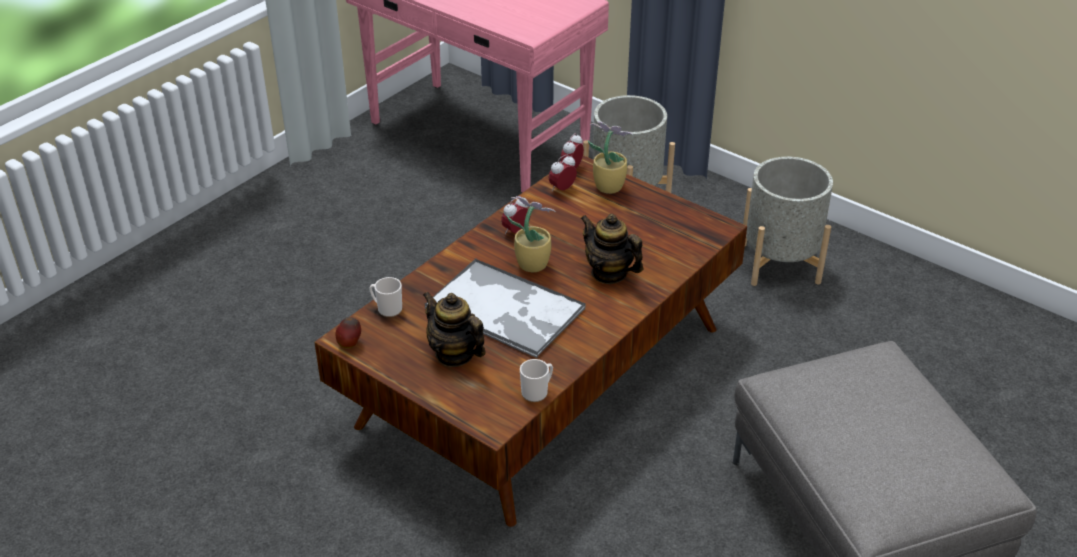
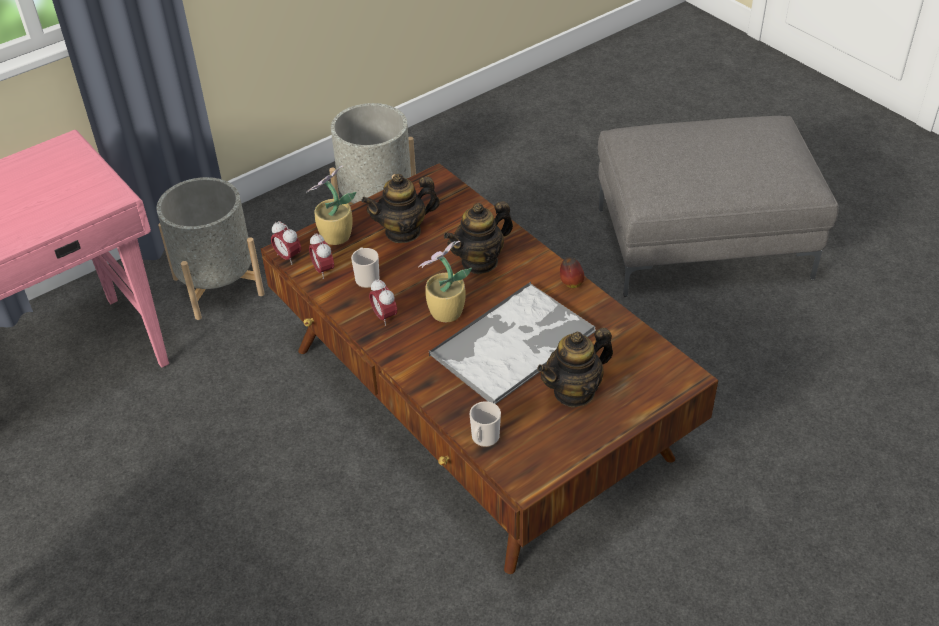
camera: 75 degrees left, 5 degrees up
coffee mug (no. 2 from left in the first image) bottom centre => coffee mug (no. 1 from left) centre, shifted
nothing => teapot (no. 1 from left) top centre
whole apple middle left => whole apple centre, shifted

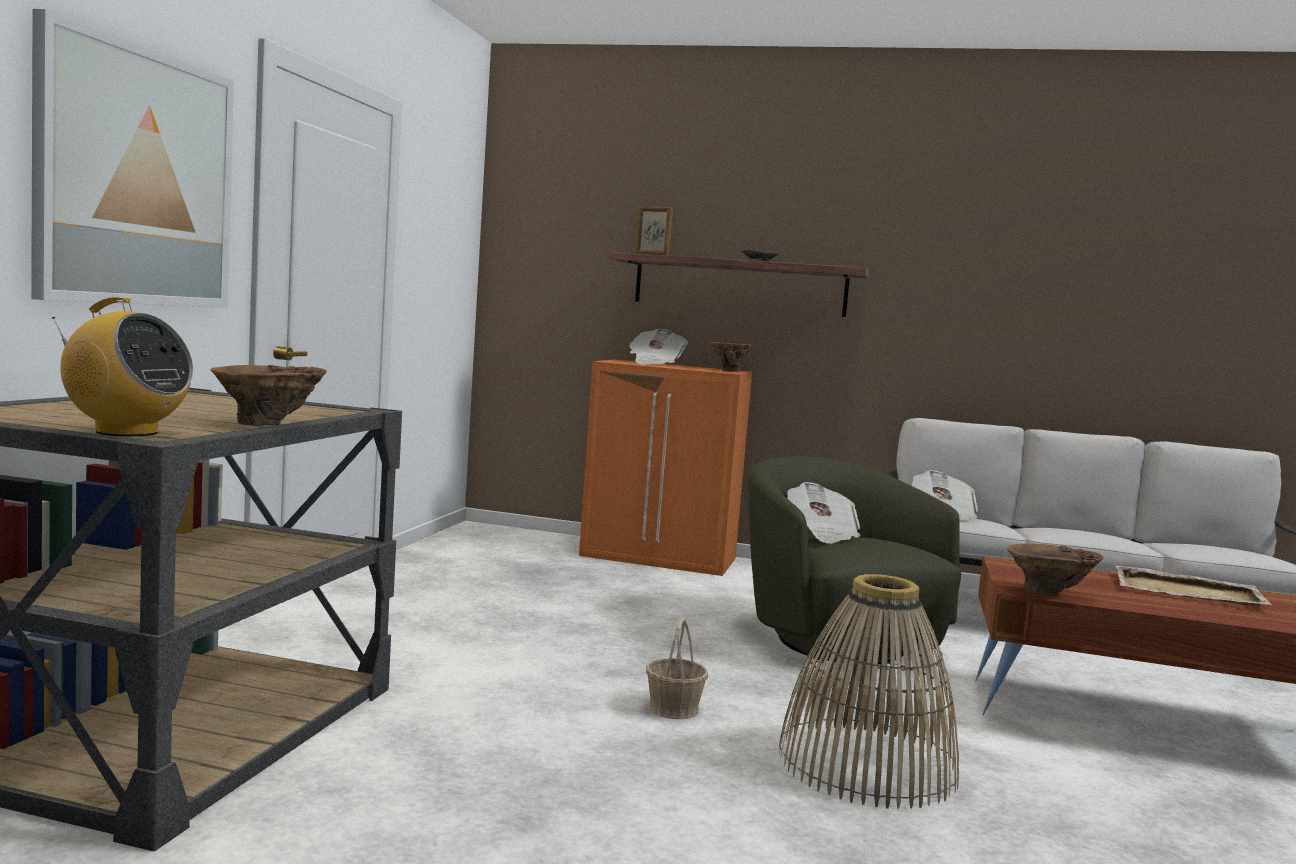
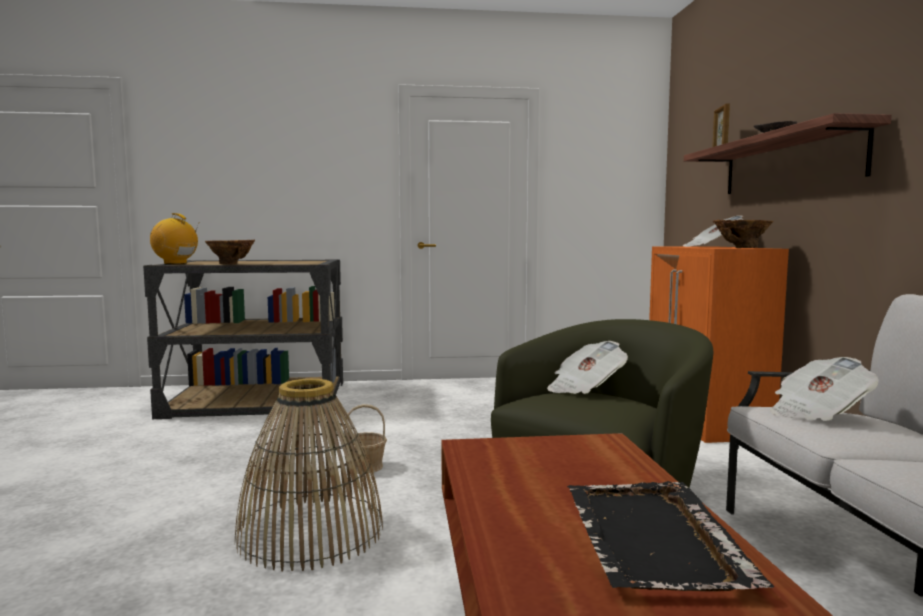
camera: 70 degrees right, 0 degrees up
radio middle left, 120 degrees clockwise
sand-coloured tray bottom right => black tray bottom right
picture top left => nothing
brown flower vase (no. 3 from left) middle right => nothing

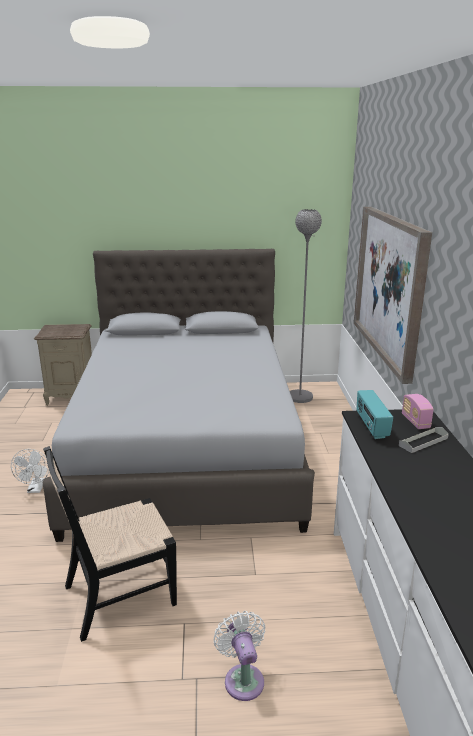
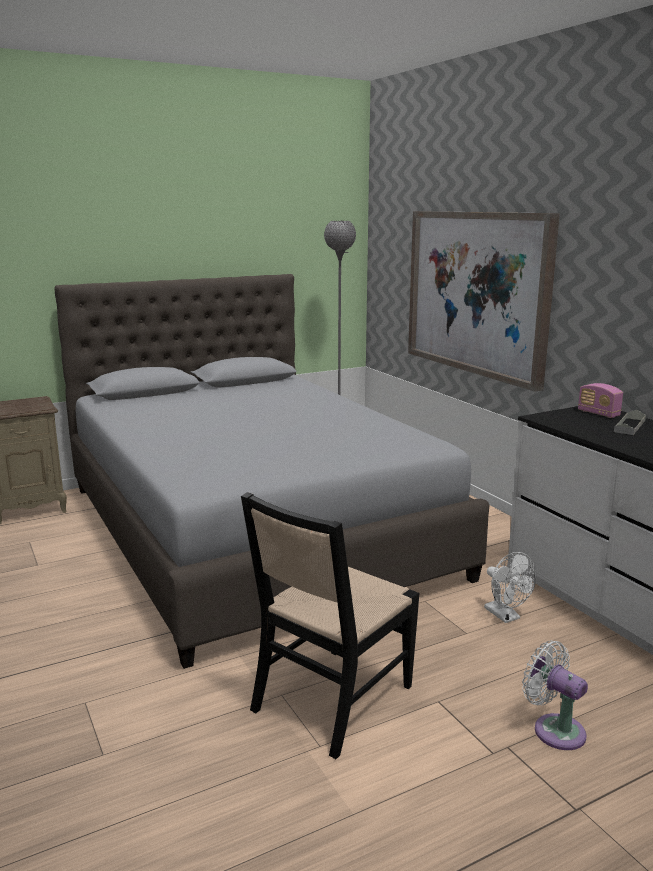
camera: 25 degrees left, 5 degrees down
white electric fan (no. 1 from left) middle left => white electric fan (no. 1 from left) bottom right, shifted
radio (no. 1 from left) middle right => nothing

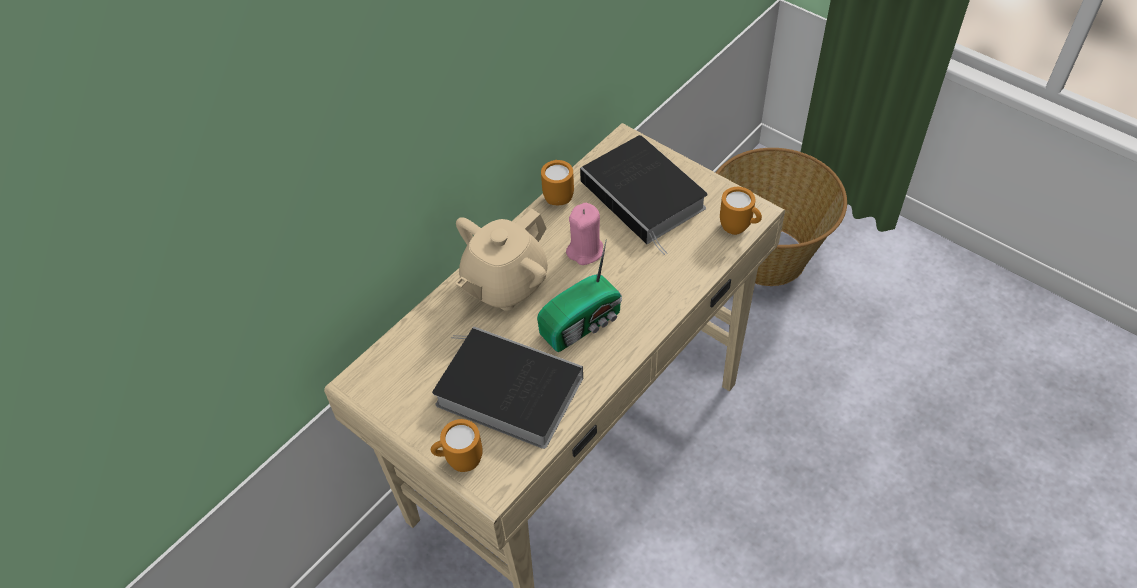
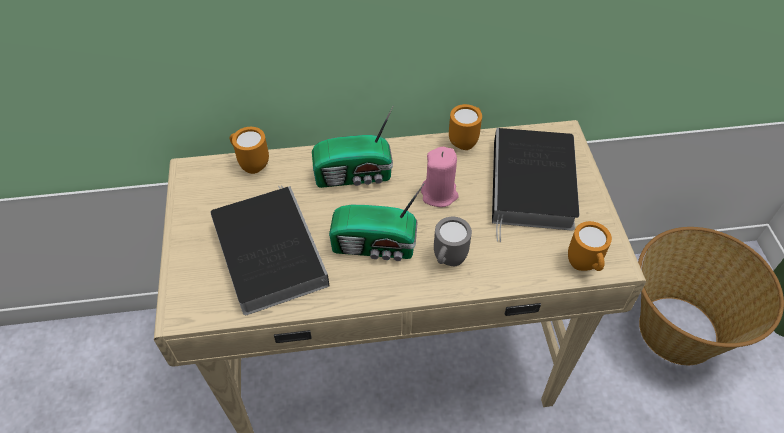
camera: 40 degrees right, 0 degrees up
orangey coffee mug (no. 1 from left) bottom centre => orangey coffee mug (no. 1 from left) middle left, shifted
sand-coloured teapot centre => radio (no. 1 from left) centre
nothing => greyish coffee mug centre

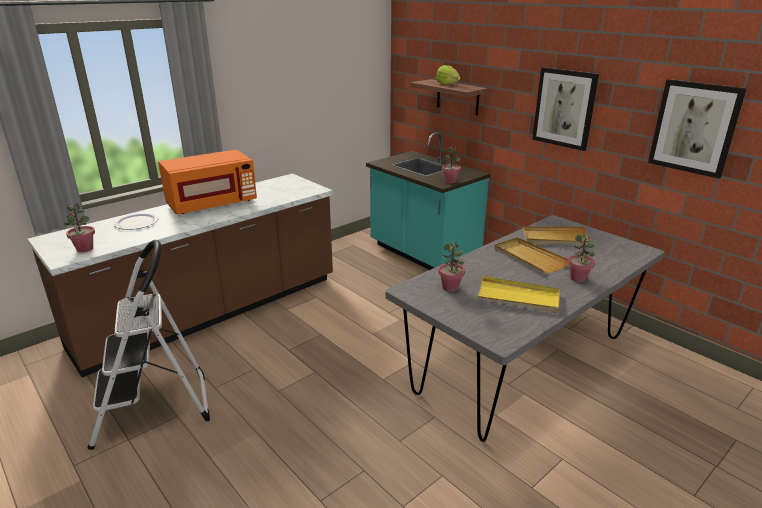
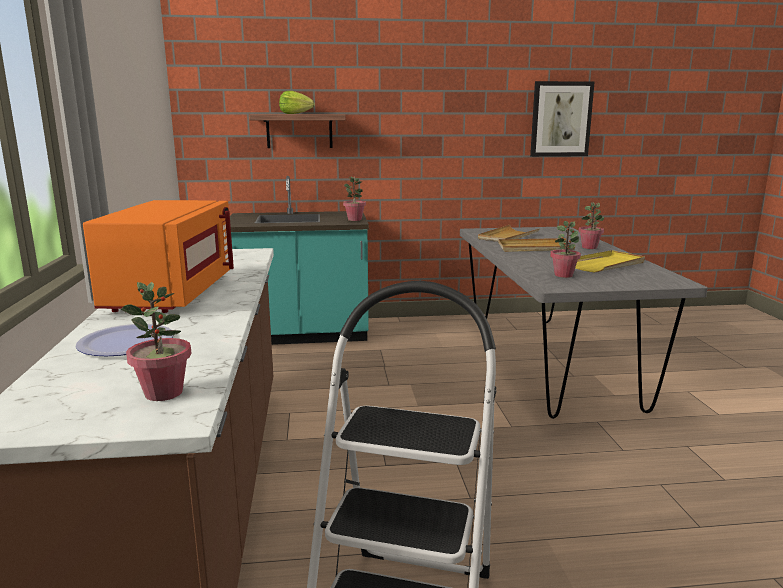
camera: 55 degrees left, 10 degrees down
picture (no. 1 from left) top right => nothing

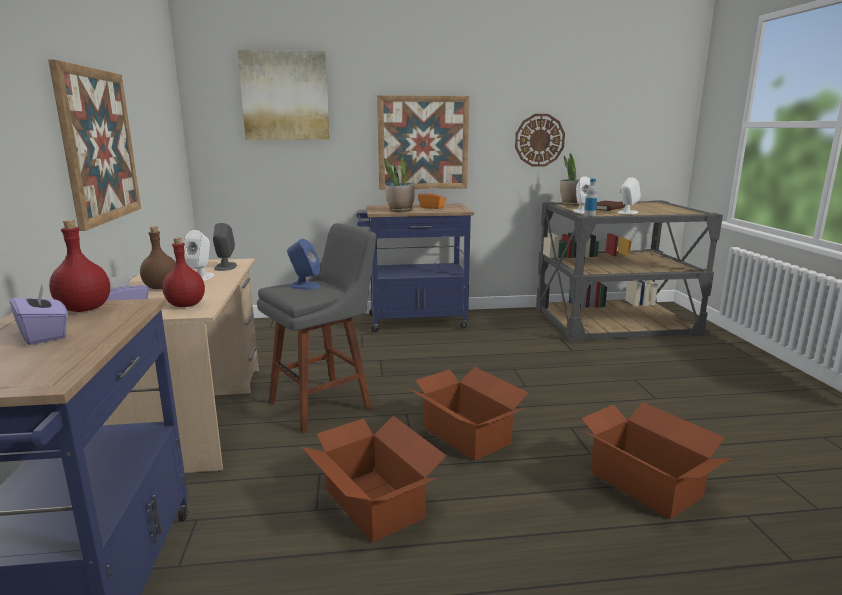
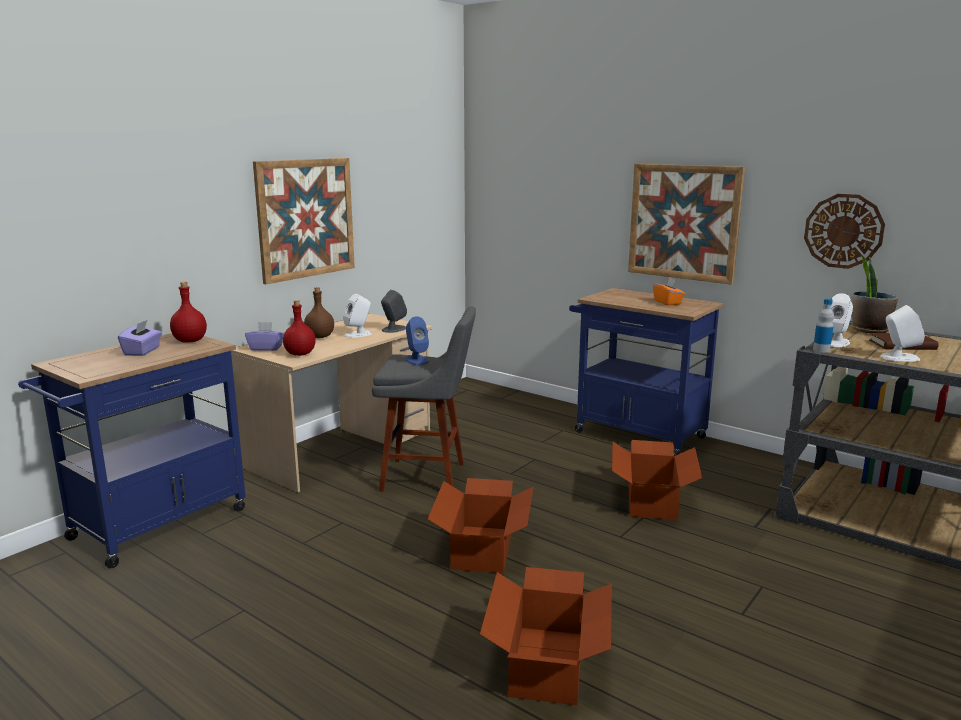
camera: 45 degrees right, 0 degrees up
packing box (no. 1 from left in the first image) bottom centre => packing box (no. 3 from left) bottom right, shifted
picture (no. 2 from left) top centre => nothing
houseplant (no. 1 from left) top centre => nothing

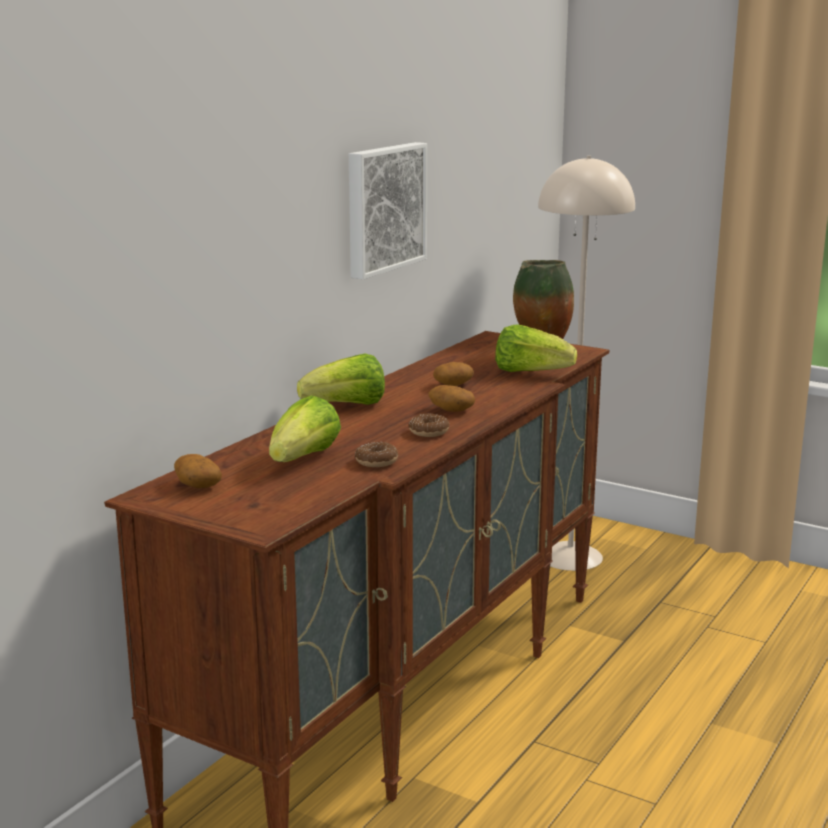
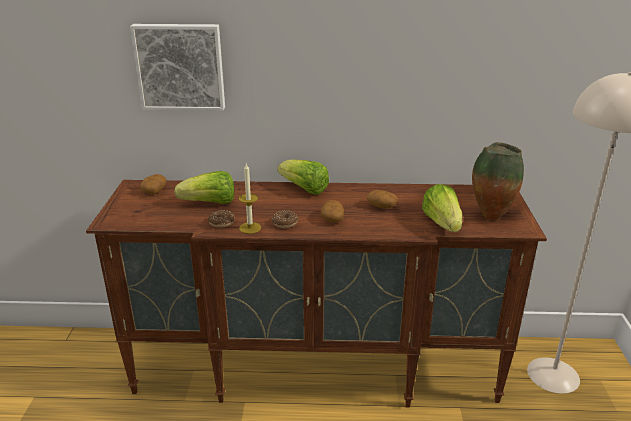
camera: 60 degrees right, 10 degrees up
picture top centre => picture top left, shifted
nothing => wax light centre

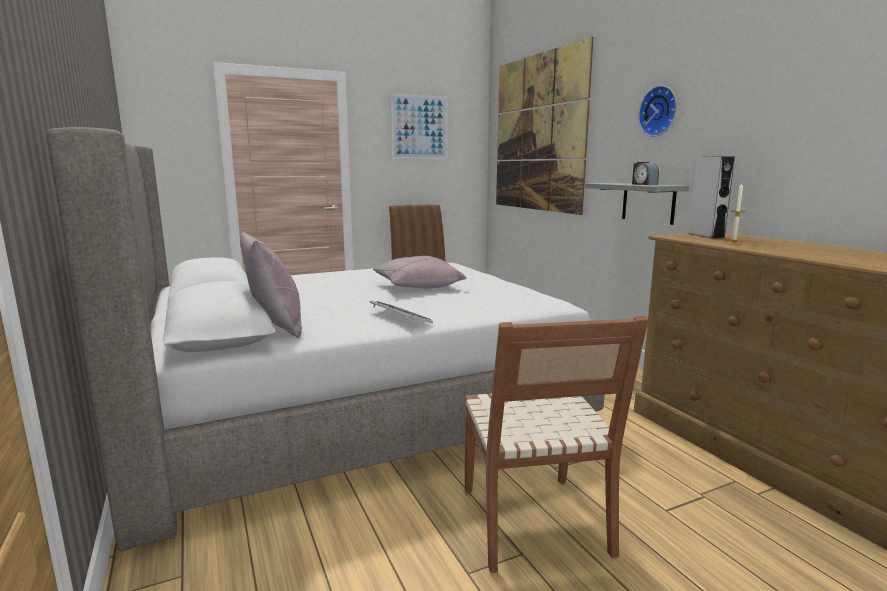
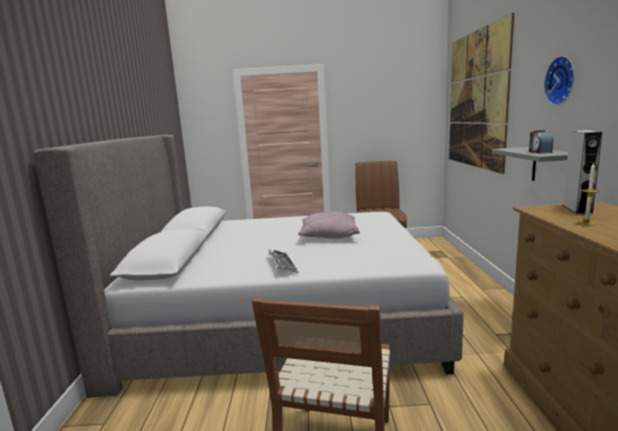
camera: 25 degrees right, 0 degrees up
purple throw pillow (no. 1 from left) middle left => nothing
picture (no. 1 from left) top centre => nothing

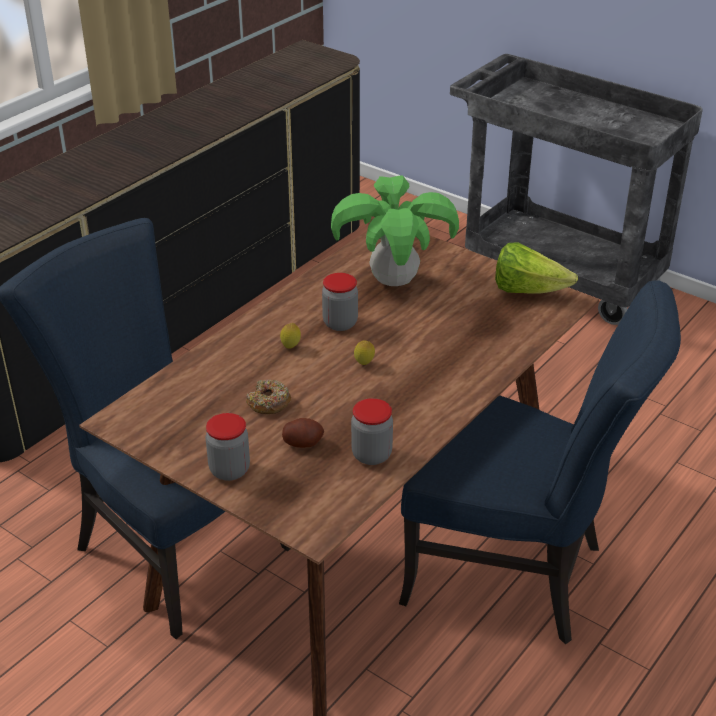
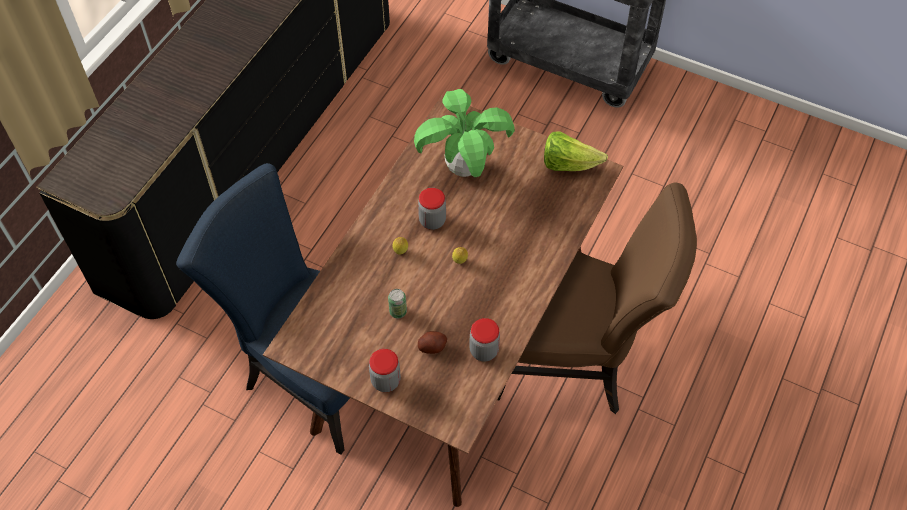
camera: 10 degrees left, 20 degrees up
doughnut centre => metal can centre
bluish upright chair (no. 2 from left) middle right => brown upright chair centre

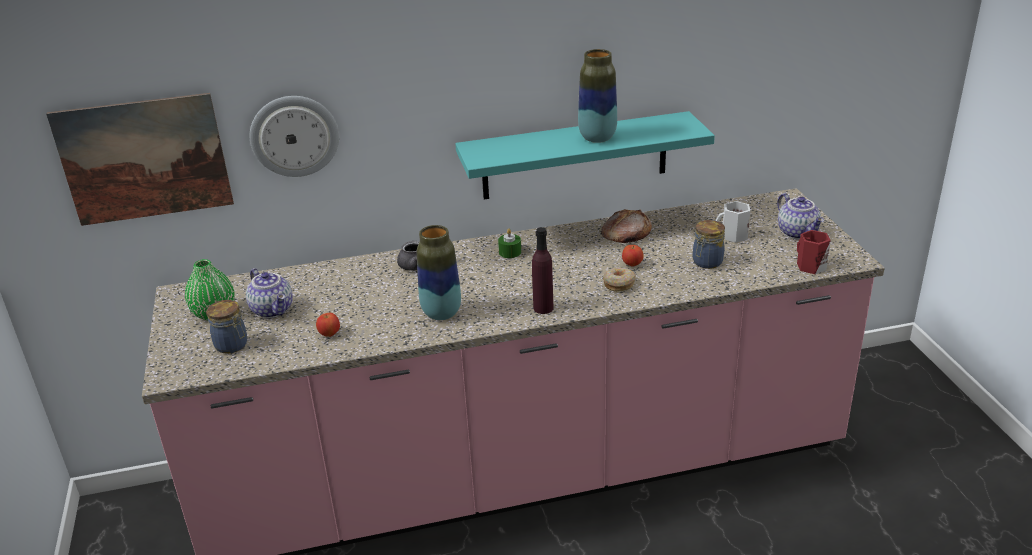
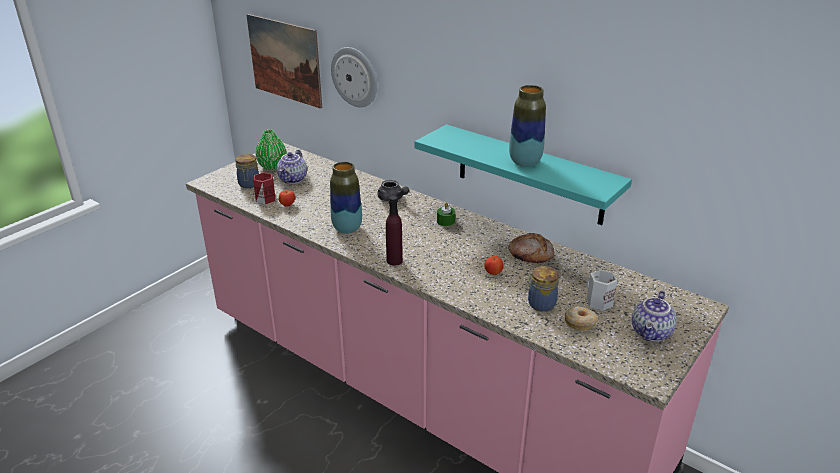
camera: 50 degrees right, 0 degrees up
reddish coffee mug middle right => reddish coffee mug middle left, shifted
doughnut centre => doughnut bottom right, shifted

